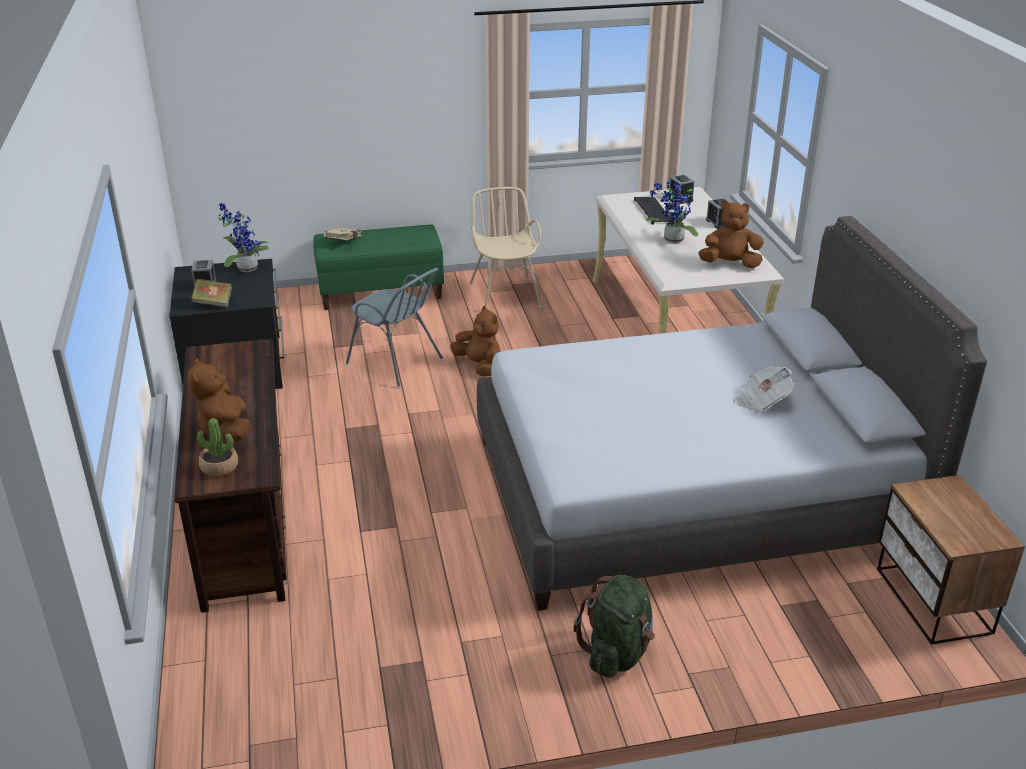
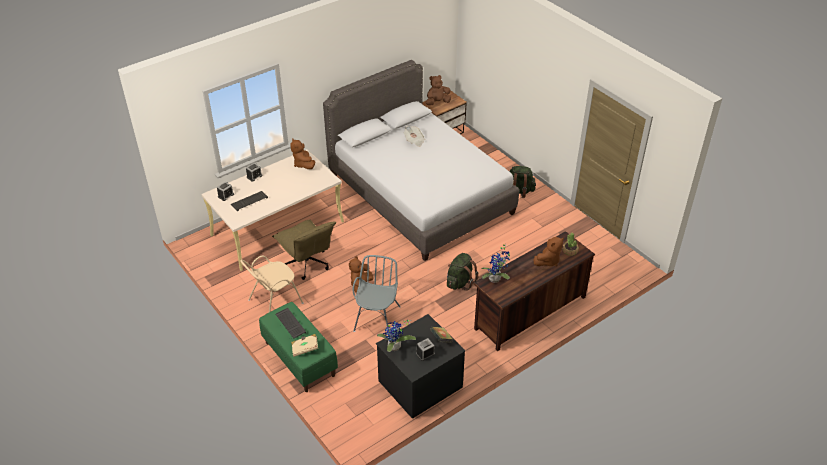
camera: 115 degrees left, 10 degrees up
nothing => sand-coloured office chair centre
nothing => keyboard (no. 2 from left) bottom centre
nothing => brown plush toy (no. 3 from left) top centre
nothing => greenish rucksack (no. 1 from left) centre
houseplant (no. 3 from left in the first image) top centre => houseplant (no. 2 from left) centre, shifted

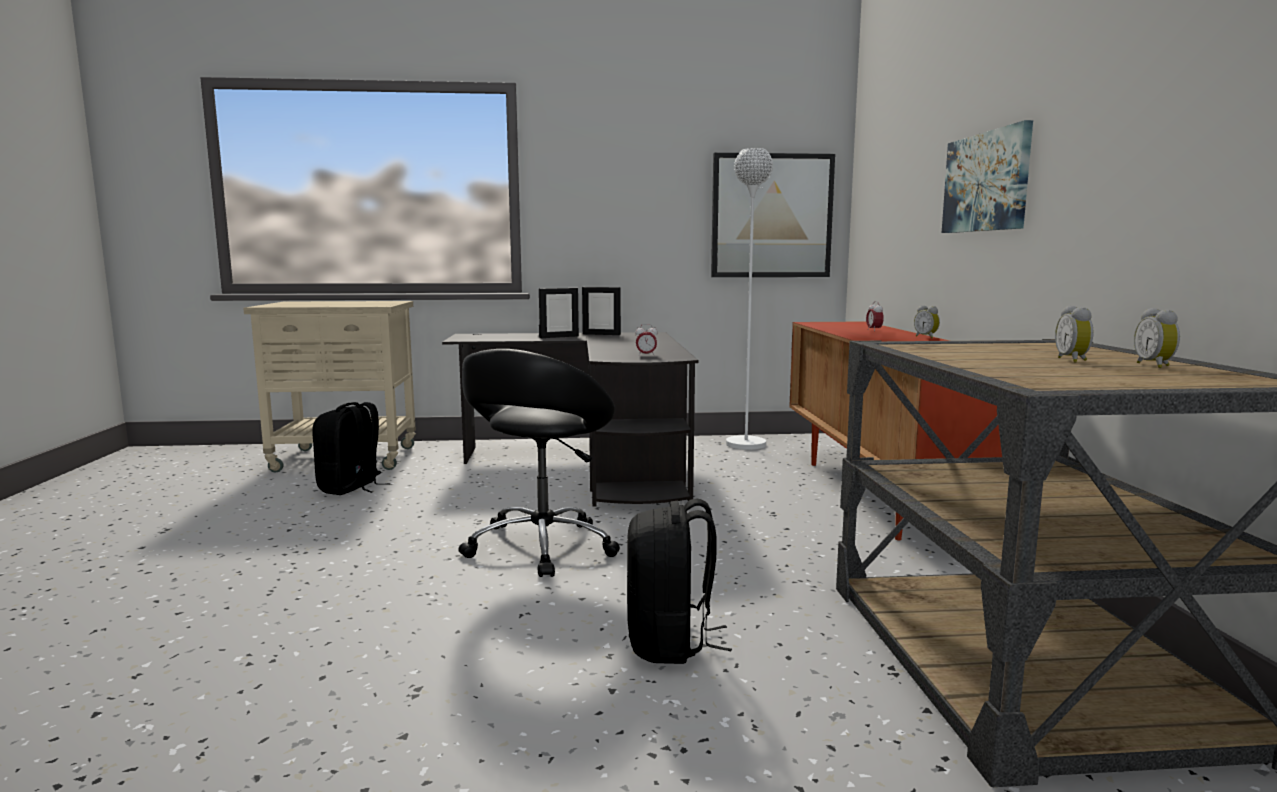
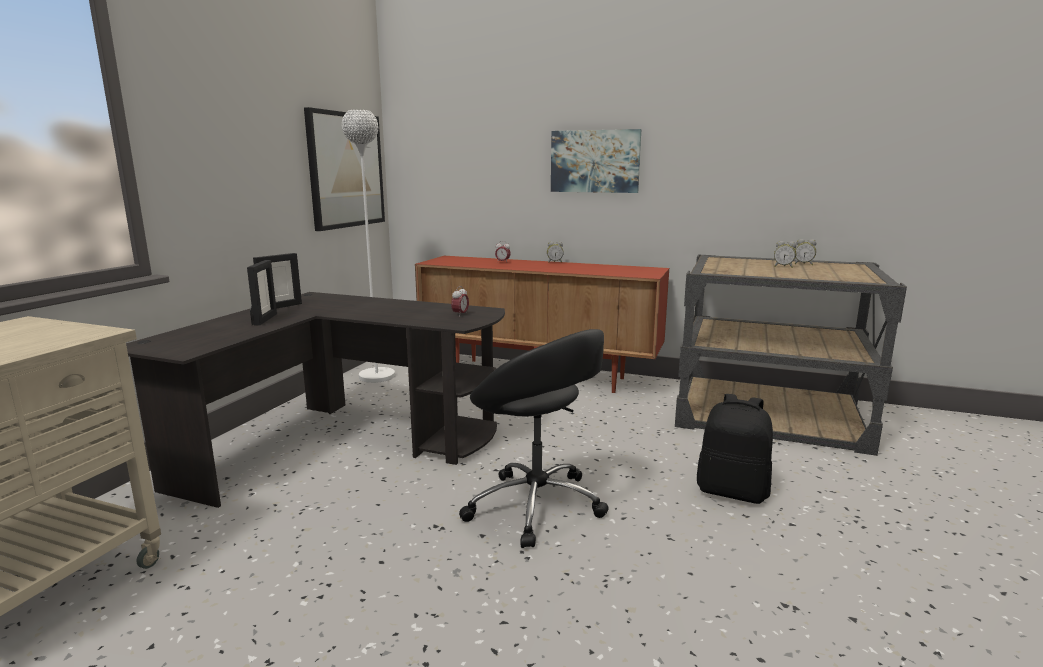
camera: 65 degrees left, 5 degrees up
black rucksack (no. 1 from left) middle left => nothing

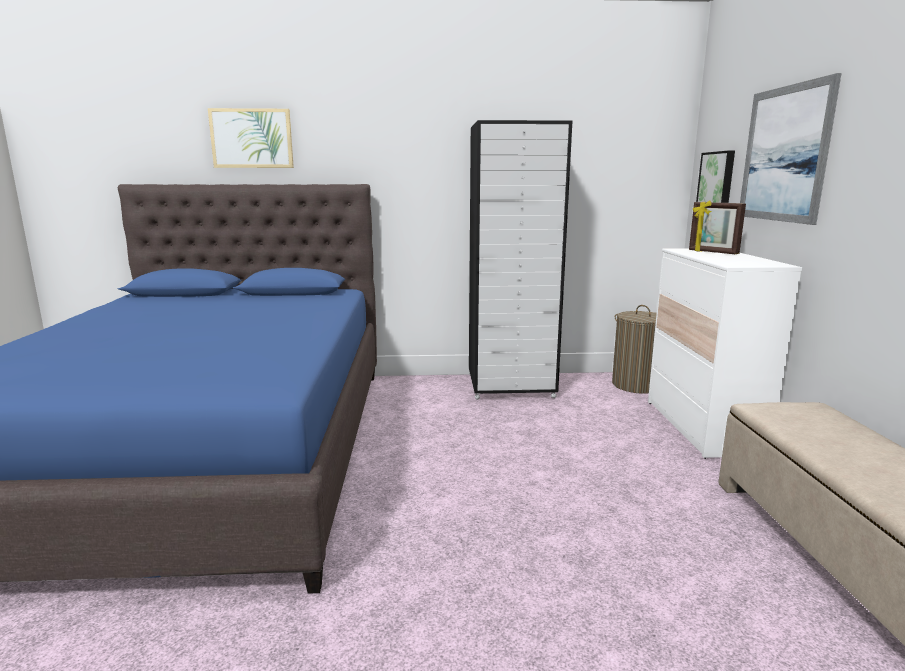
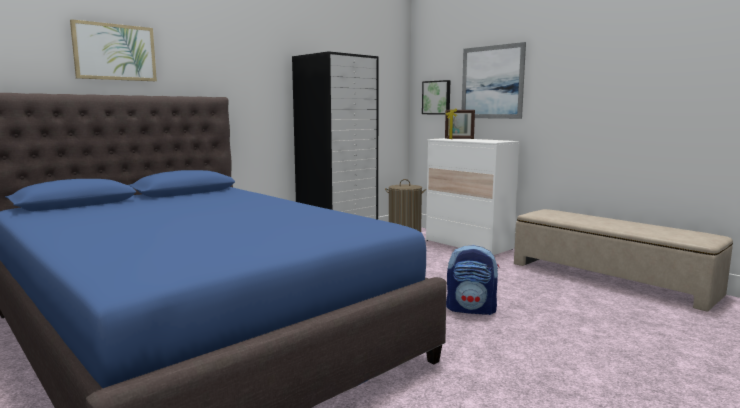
camera: 40 degrees left, 5 degrees down
nothing => rucksack bottom centre

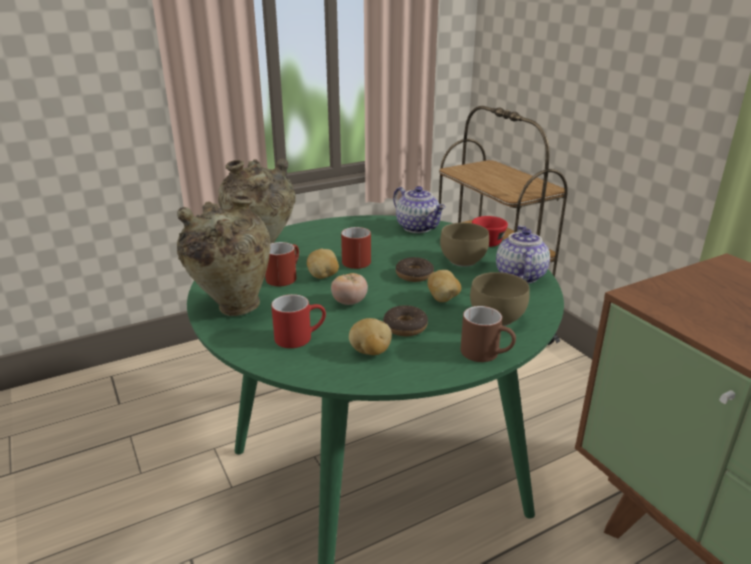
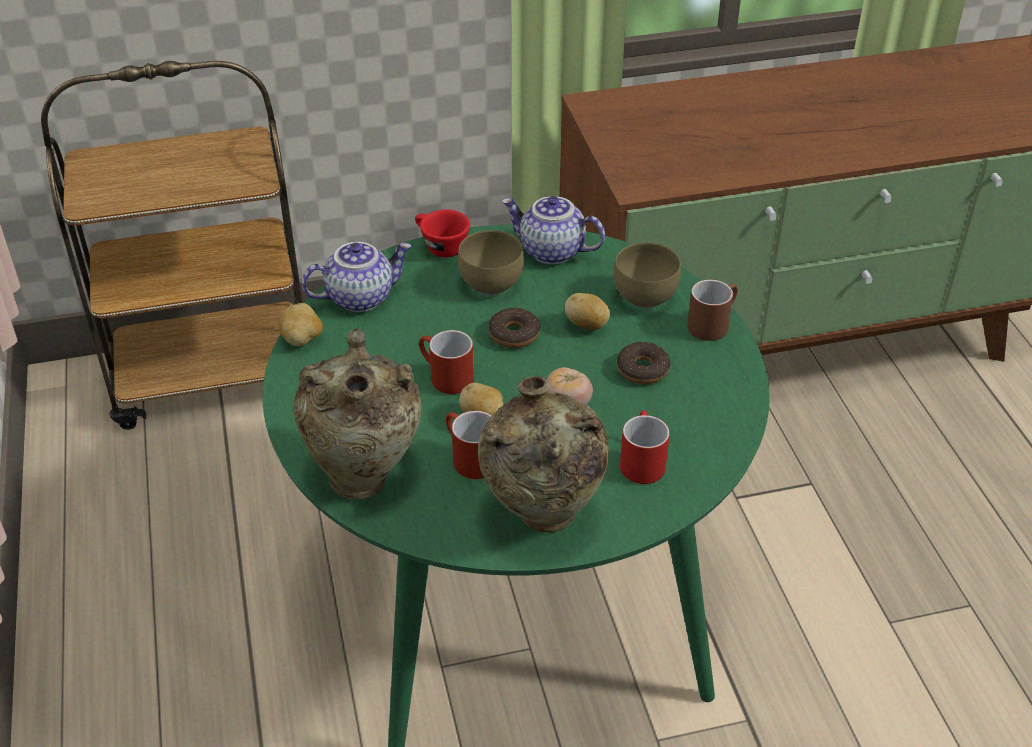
camera: 75 degrees left, 15 degrees up
whole potato (no. 2 from left in the first image) centre => whole potato (no. 1 from left) middle left, shifted

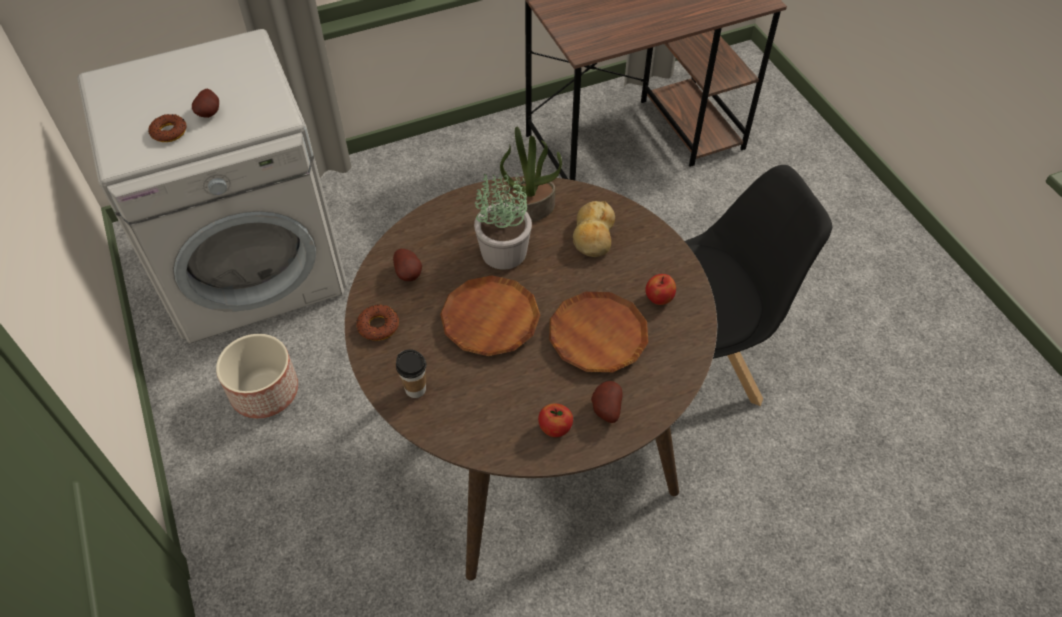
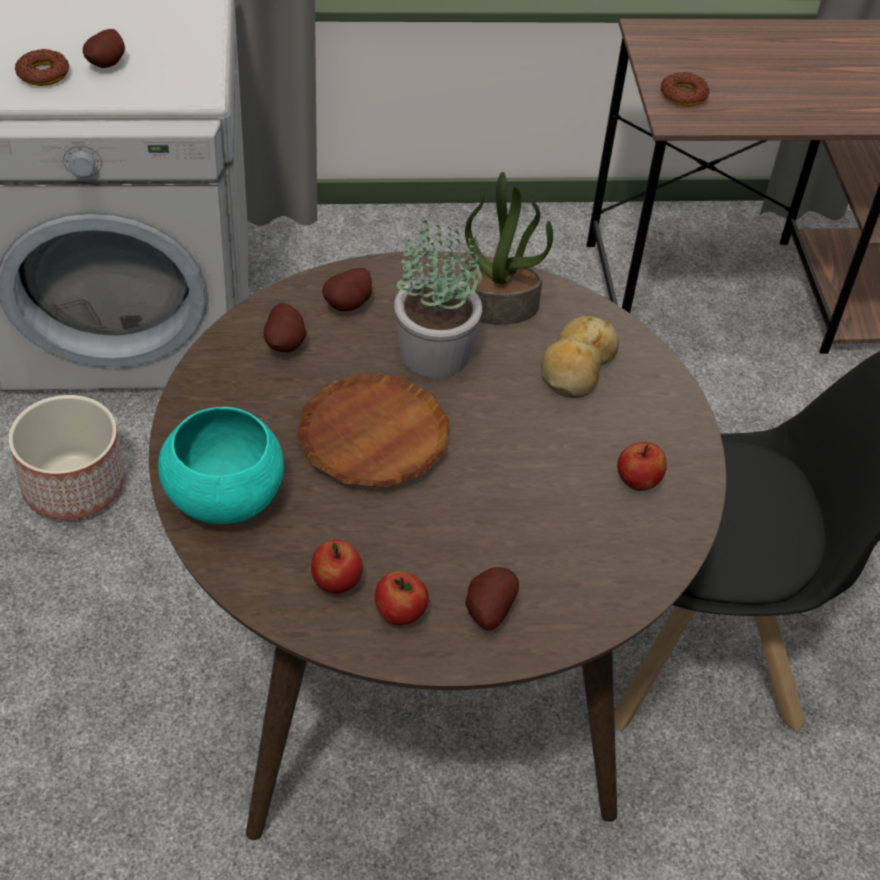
camera: 15 degrees right, 5 degrees down
drinking cup centre => turquoise-coloured deep dish middle left
nothing => whole apple (no. 1 from left) centre
nothing => whole potato (no. 3 from left) top centre
doughnut (no. 2 from left) centre => doughnut (no. 2 from left) top right, shifted
brown plate (no. 2 from left) centre => nothing

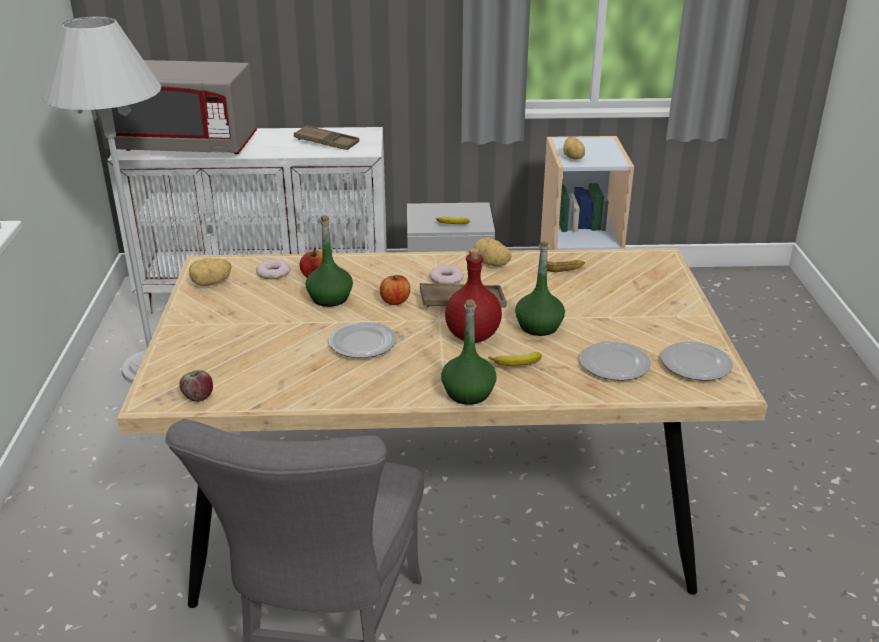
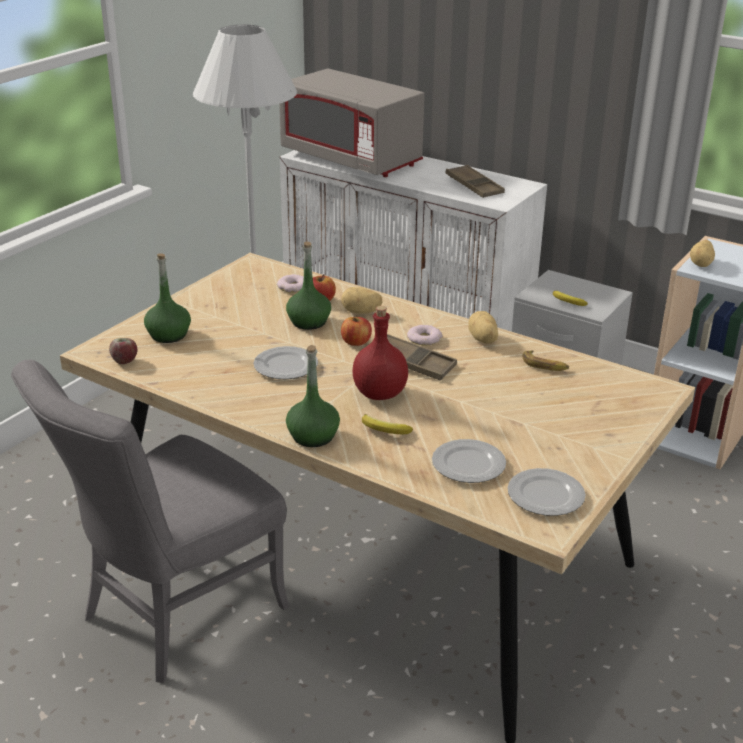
camera: 35 degrees right, 0 degrees up
greenish beverage bottle (no. 3 from left in the first image) centre => greenish beverage bottle (no. 1 from left) middle left, shifted
whole potato (no. 1 from left) middle left => whole potato (no. 1 from left) centre, shifted

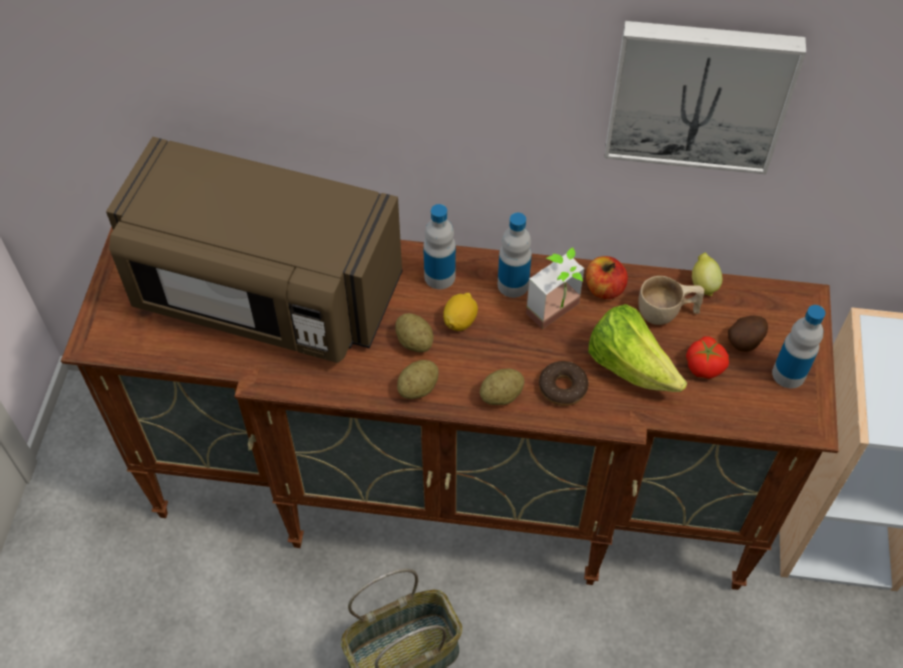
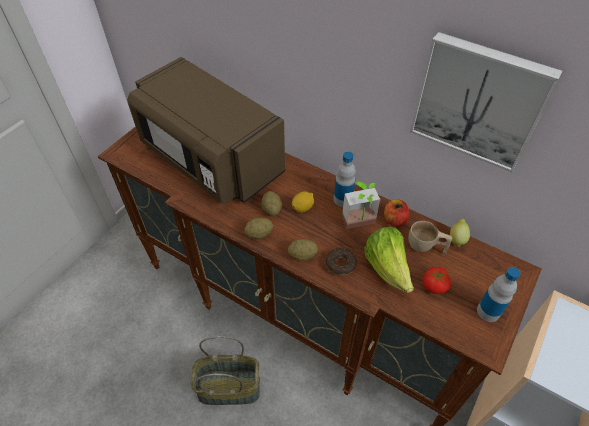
camera: 25 degrees right, 5 degrees down
beverage bottle (no. 1 from left) centre => nothing
whole potato (no. 4 from left) middle right => nothing

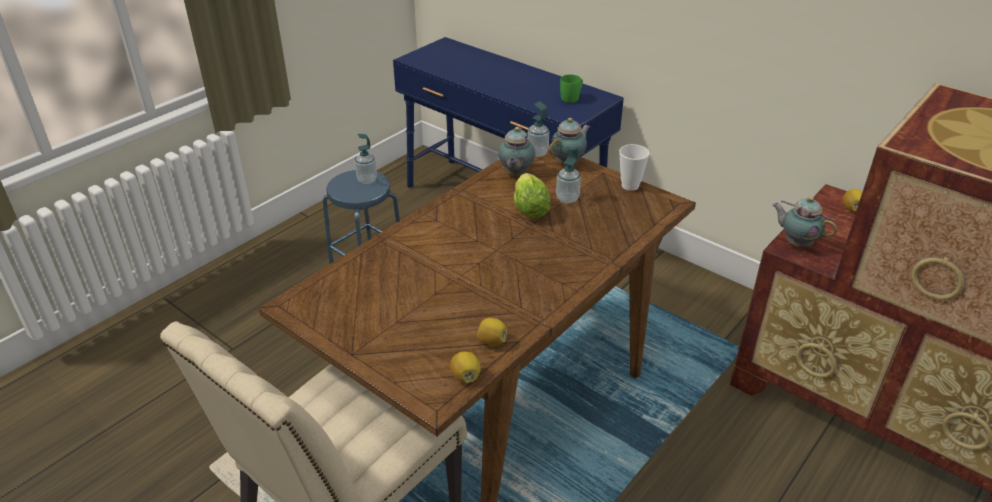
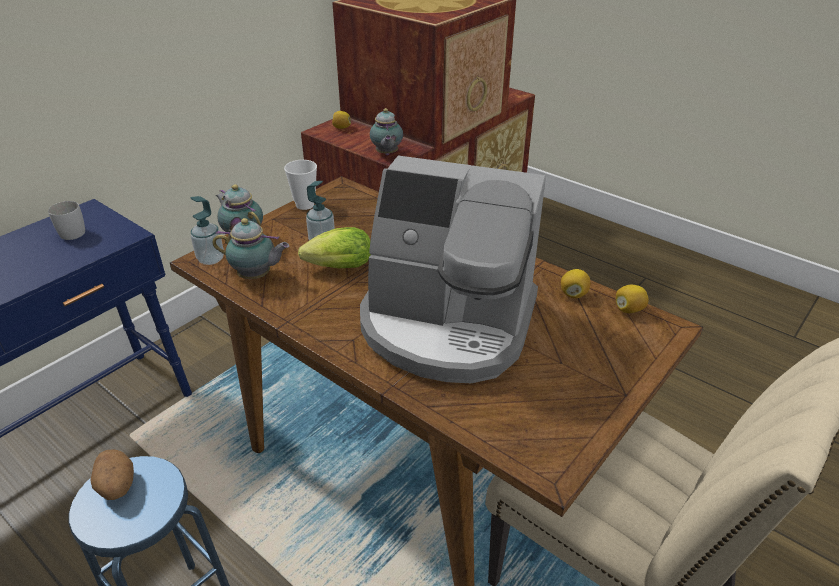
camera: 90 degrees left, 0 degrees up
greenish coffee mug top centre => white coffee mug middle left
soap bottle (no. 1 from left) top centre => whole potato bottom left
nothing => coffee machine centre
teapot (no. 3 from left) middle right => teapot (no. 3 from left) top centre, 45 degrees counterclockwise

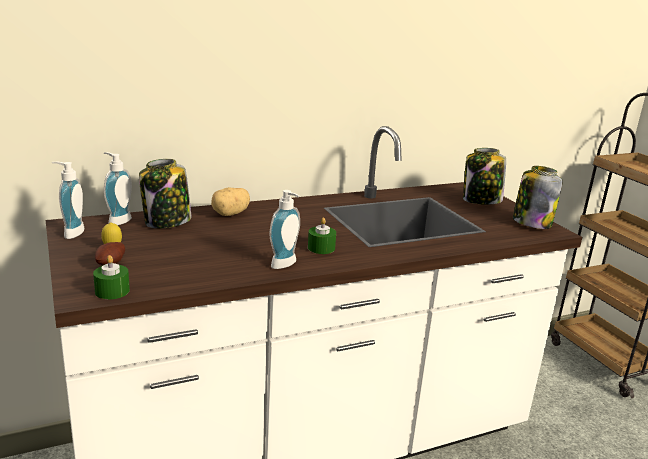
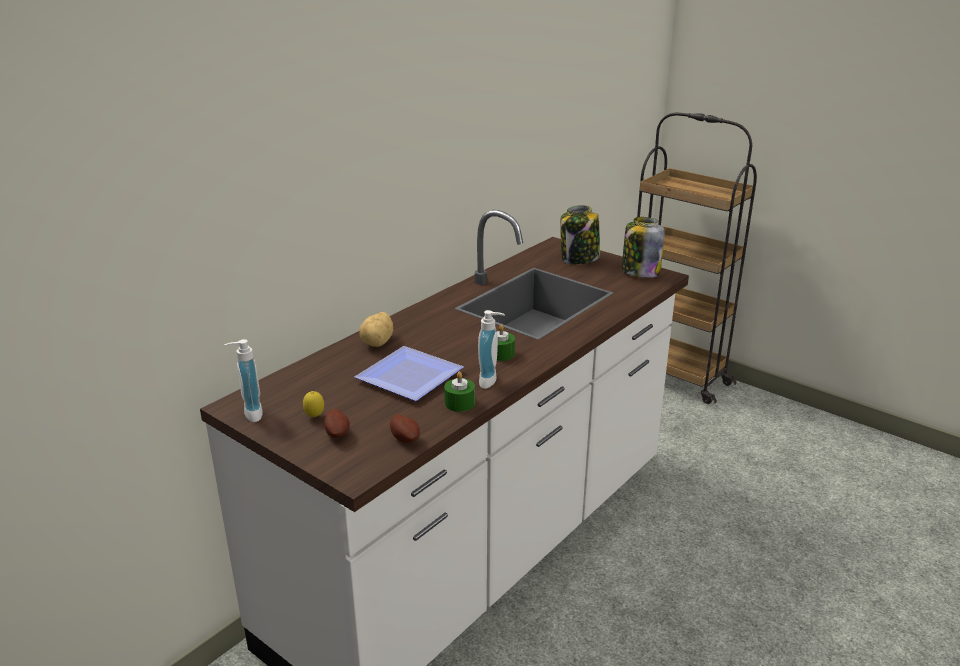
camera: 25 degrees left, 5 degrees up
nothing => plate centre
nothing => whole potato (no. 3 from left) centre
greenish wax light (no. 1 from left) middle left => greenish wax light (no. 1 from left) centre, shifted
soap bottle (no. 2 from left) middle left => nothing
jar (no. 1 from left) middle left => nothing

